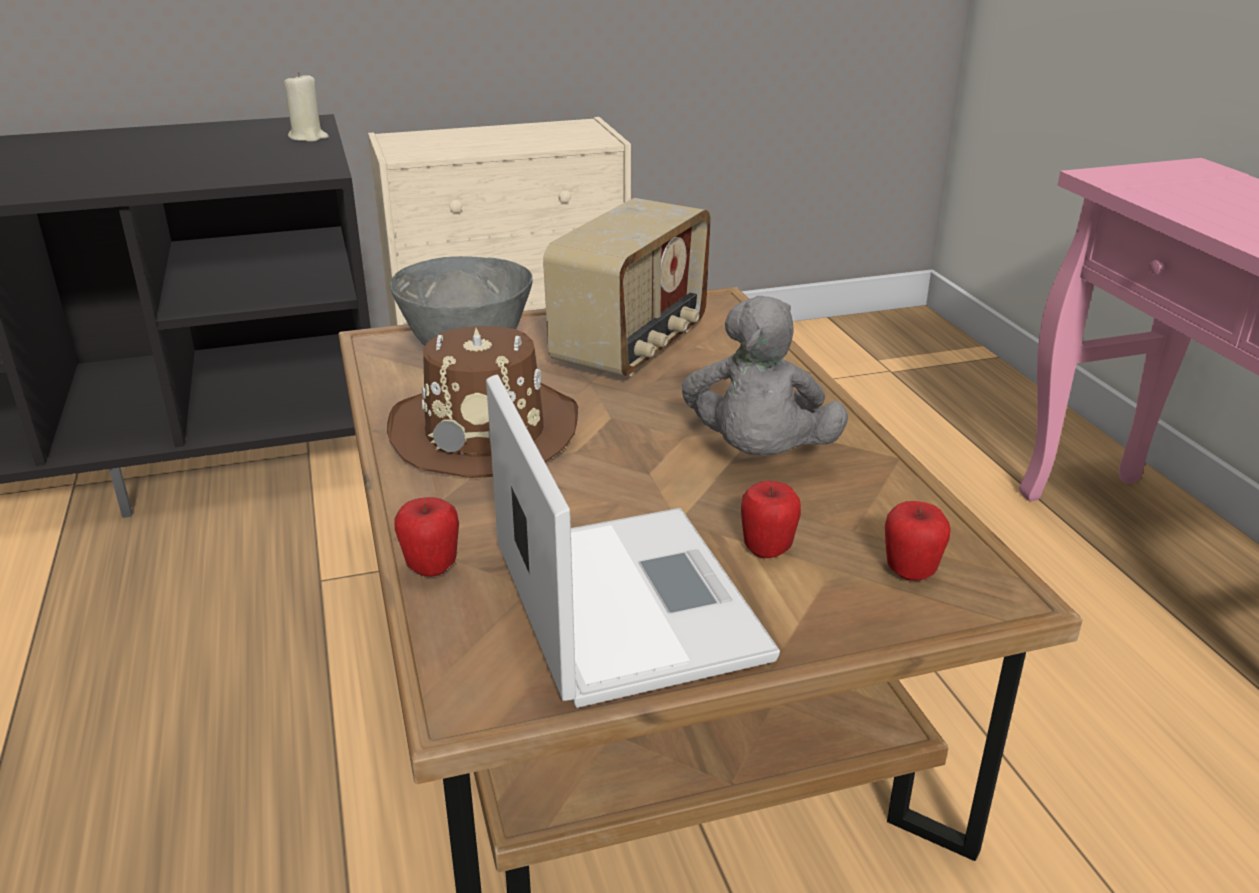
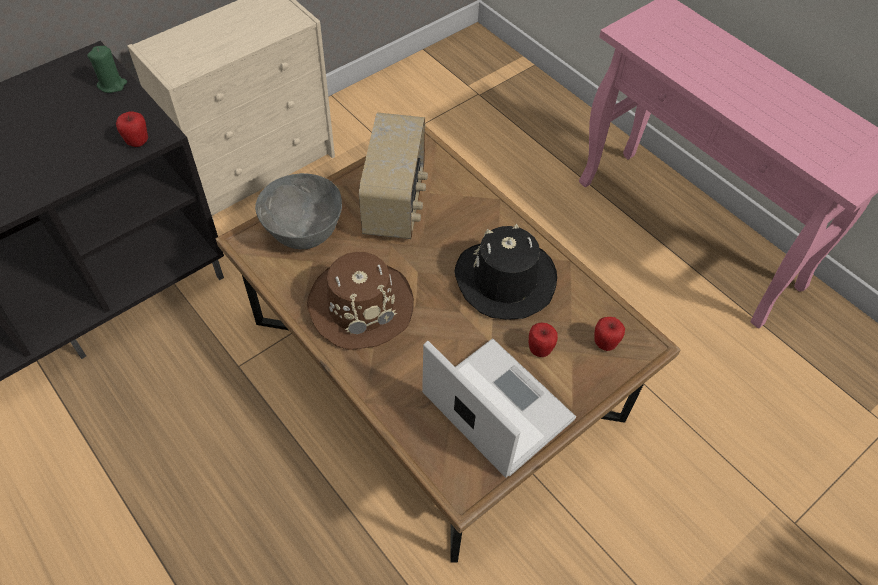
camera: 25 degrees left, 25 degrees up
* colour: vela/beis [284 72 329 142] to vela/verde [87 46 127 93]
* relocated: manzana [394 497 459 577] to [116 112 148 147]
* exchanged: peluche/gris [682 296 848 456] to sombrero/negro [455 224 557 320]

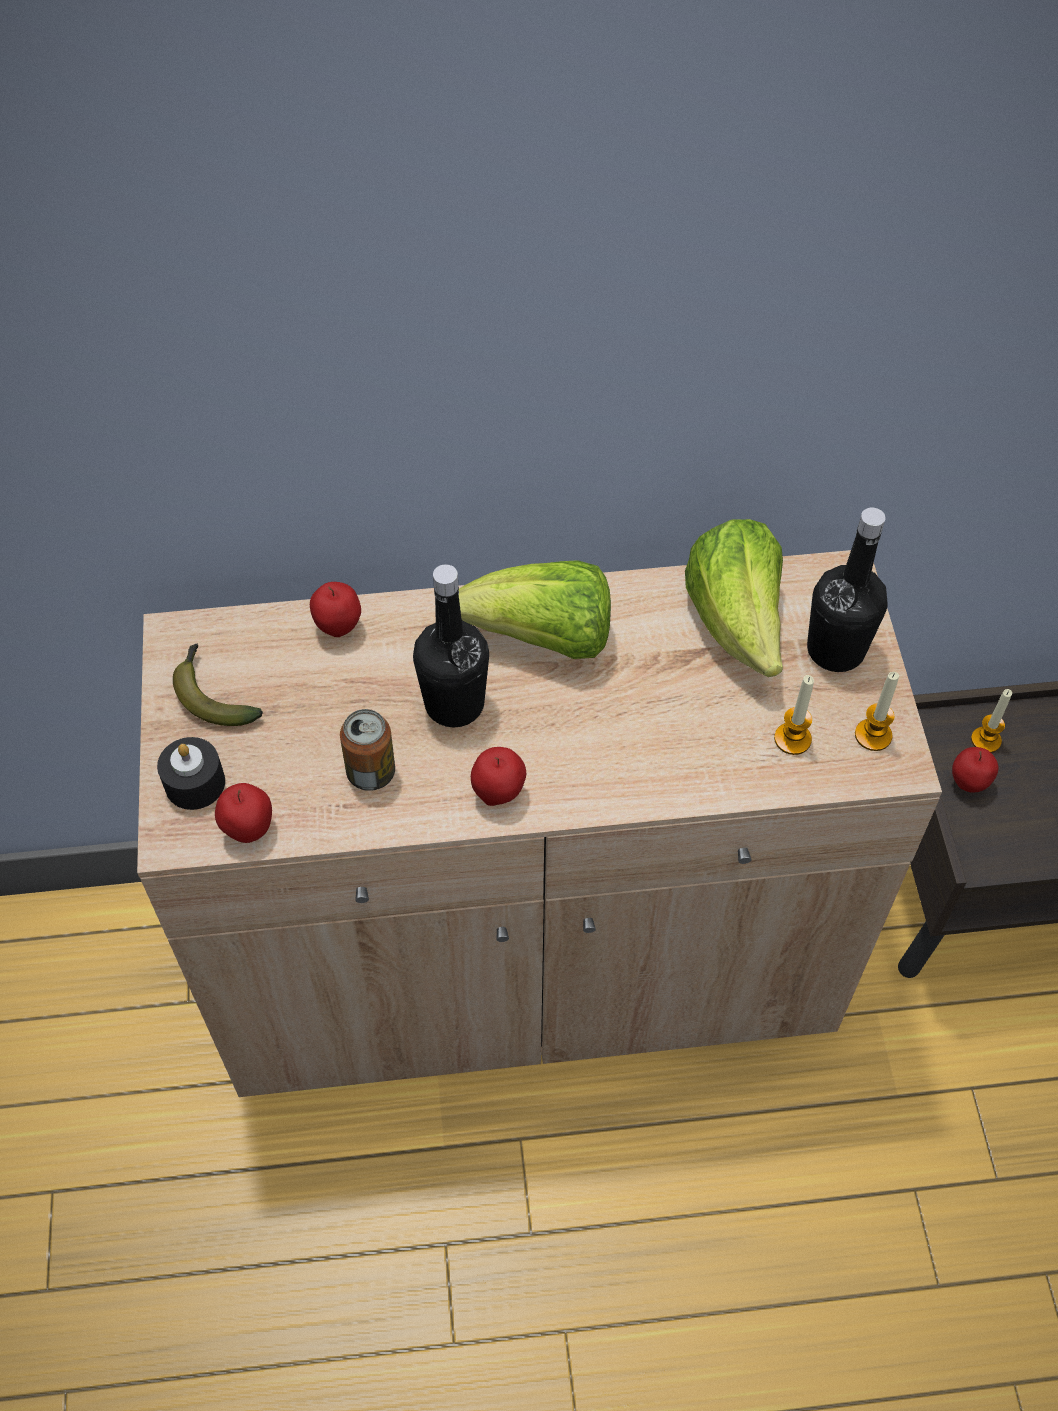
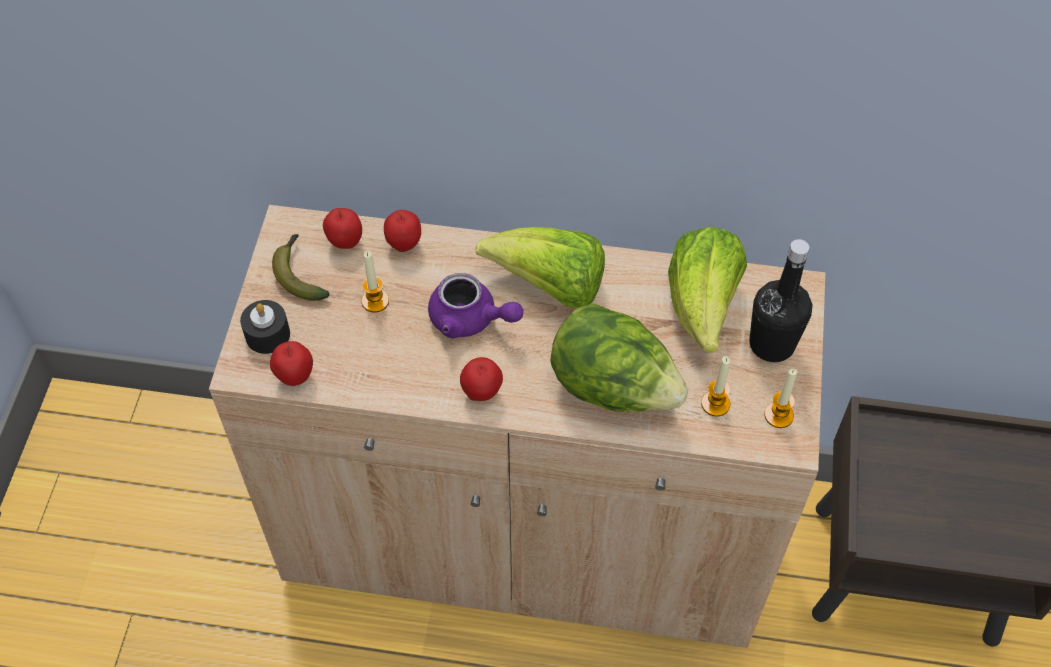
camera: 15 degrees right, 0 degrees up
* relocated: manzana [952 747 998 793] to [323 208 362 249]
* relocated: vela [971 689 1012 753] to [361 251 389 313]
* exchanged: botella/negro [413 564 489 727] to tetera/morado [428 273 523 339]
* appeared: lechuga [550 304 688 412]
* missing: lata [340 709 395 791]

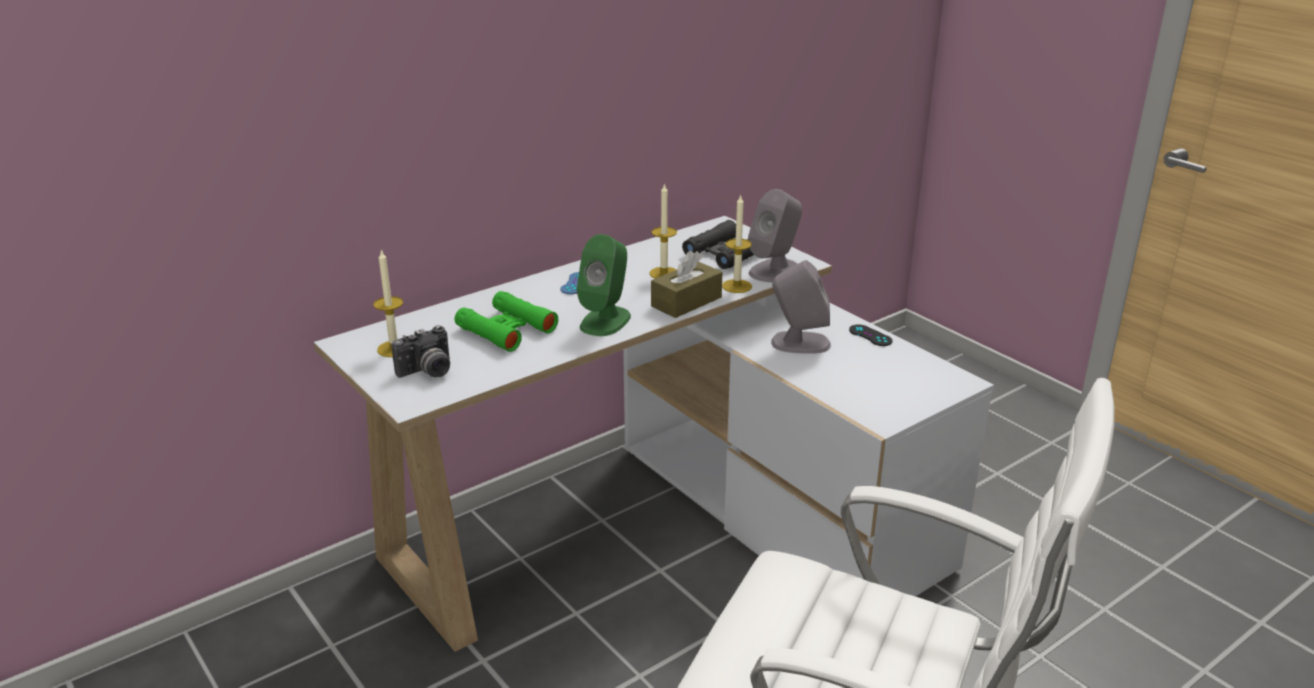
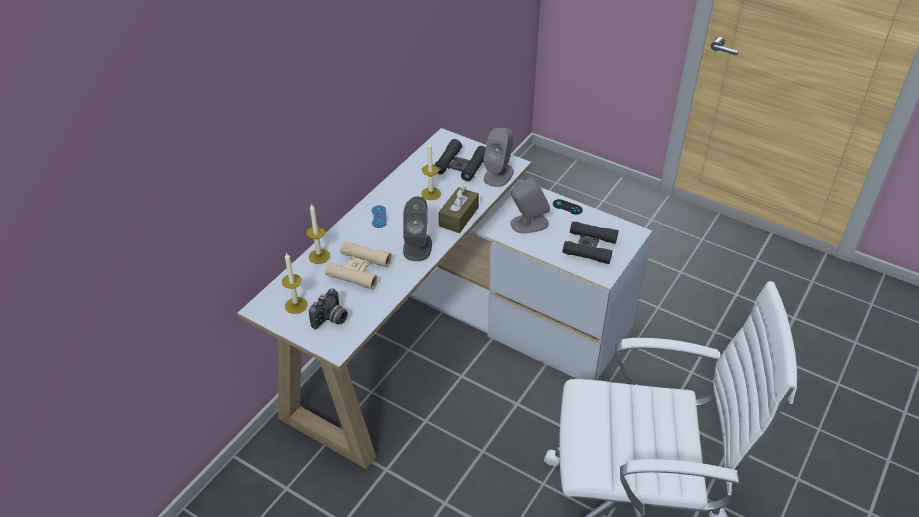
camera: 20 degrees left, 15 degrees up
* relocated: vela [722 194 752 293] to [306 203 330 264]
* colour: prismáticos/verde [455 291 558 352] to prismáticos/beis [325 241 392 290]
* colour: altavoz/verde [577 234 631 336] to altavoz/gris [403 196 432 261]
* appeared: prismáticos/negro [562 221 619 264]

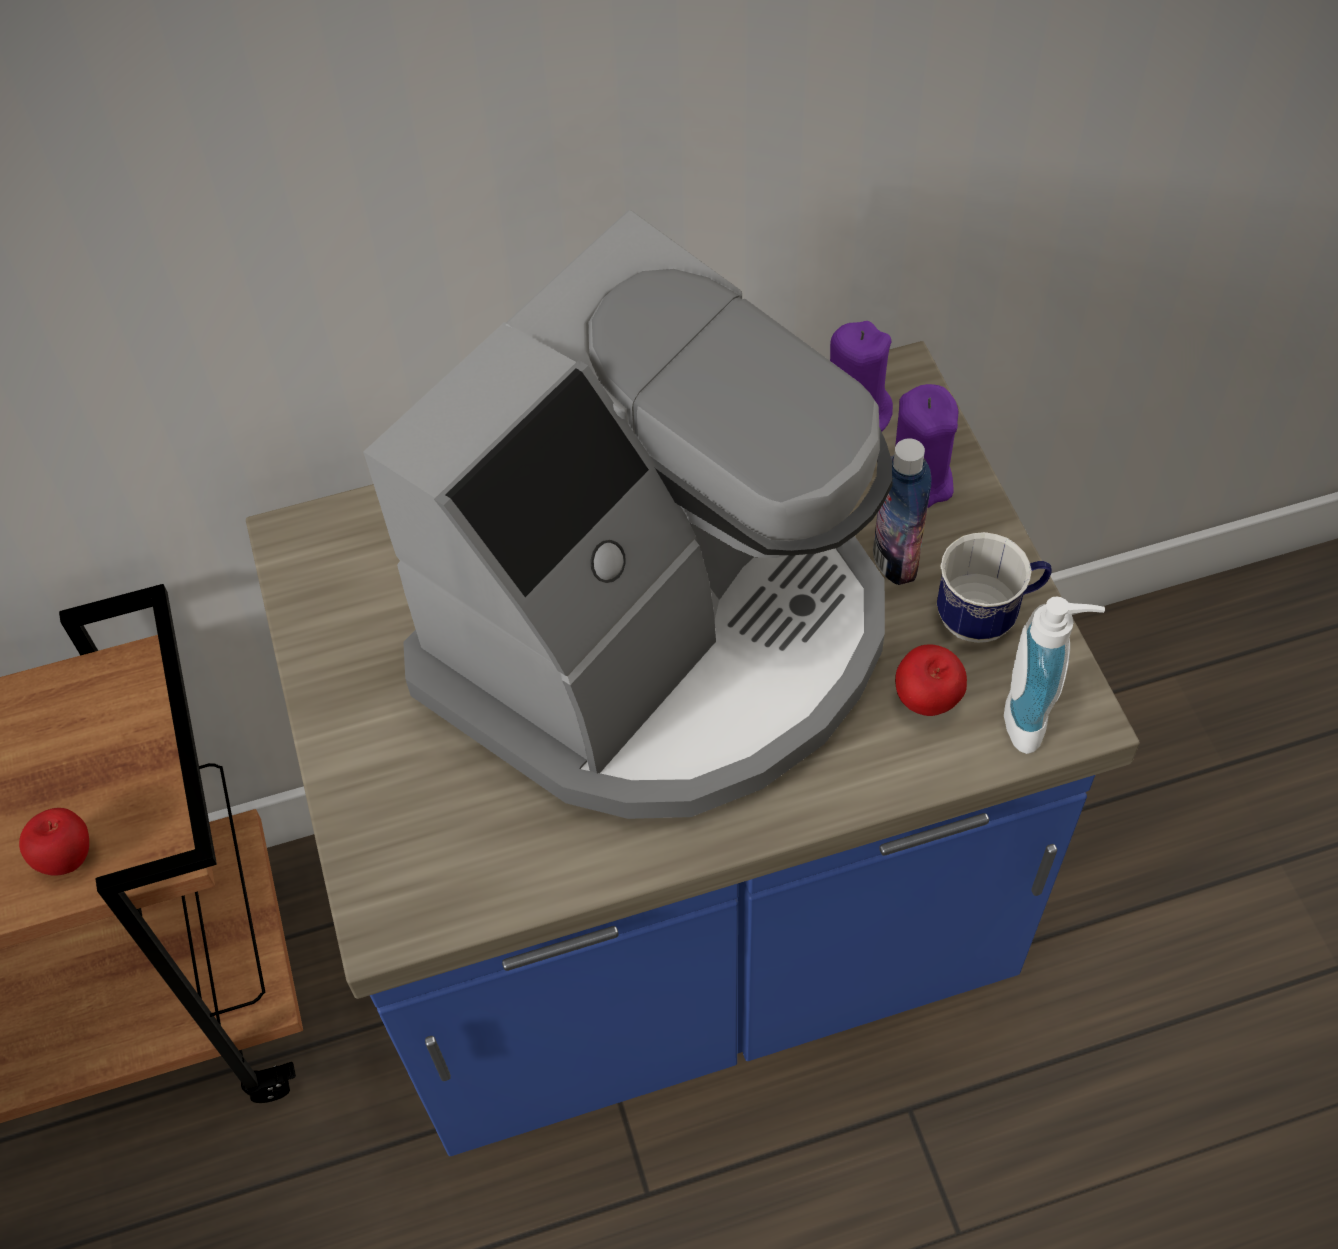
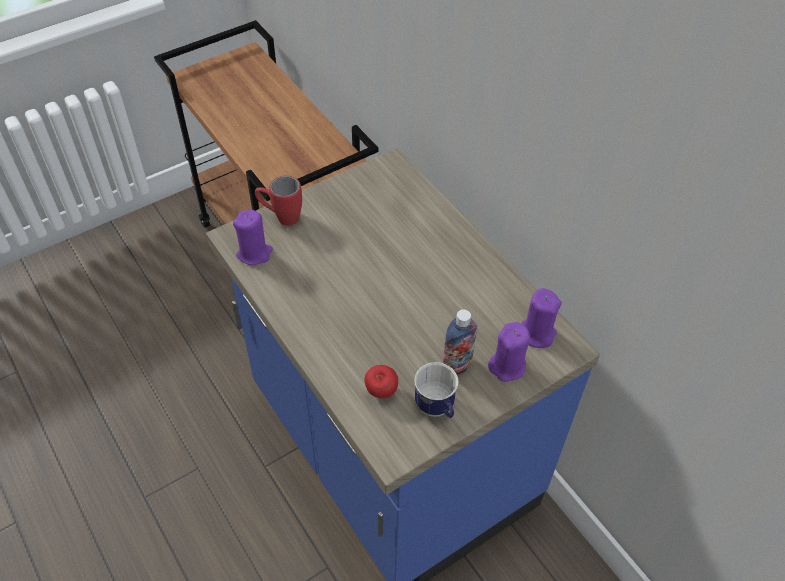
camera: 70 degrees right, 5 degrees down
* appeared: vela/morado [233 210 273 265]
* appeared: taza grande/rojo [255 176 302 225]
* missing: manzana [19 808 89 876]
* missing: cafetera [363 210 893 819]
* missing: dispensador de jabón [1004 596 1105 754]

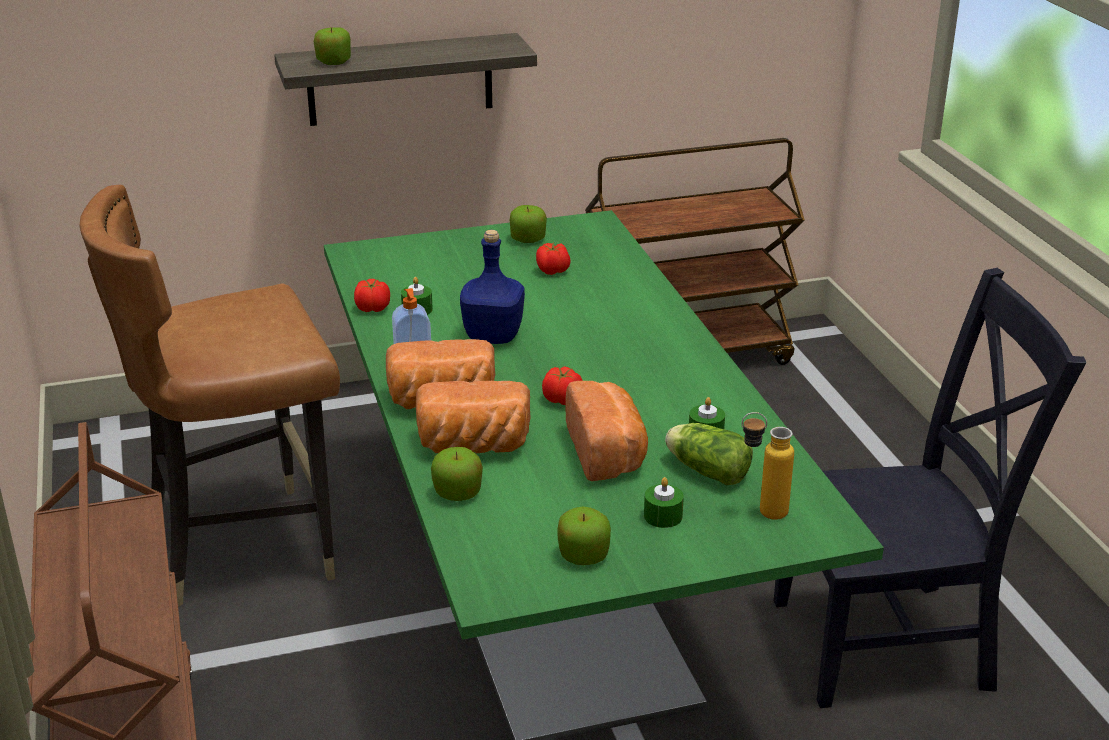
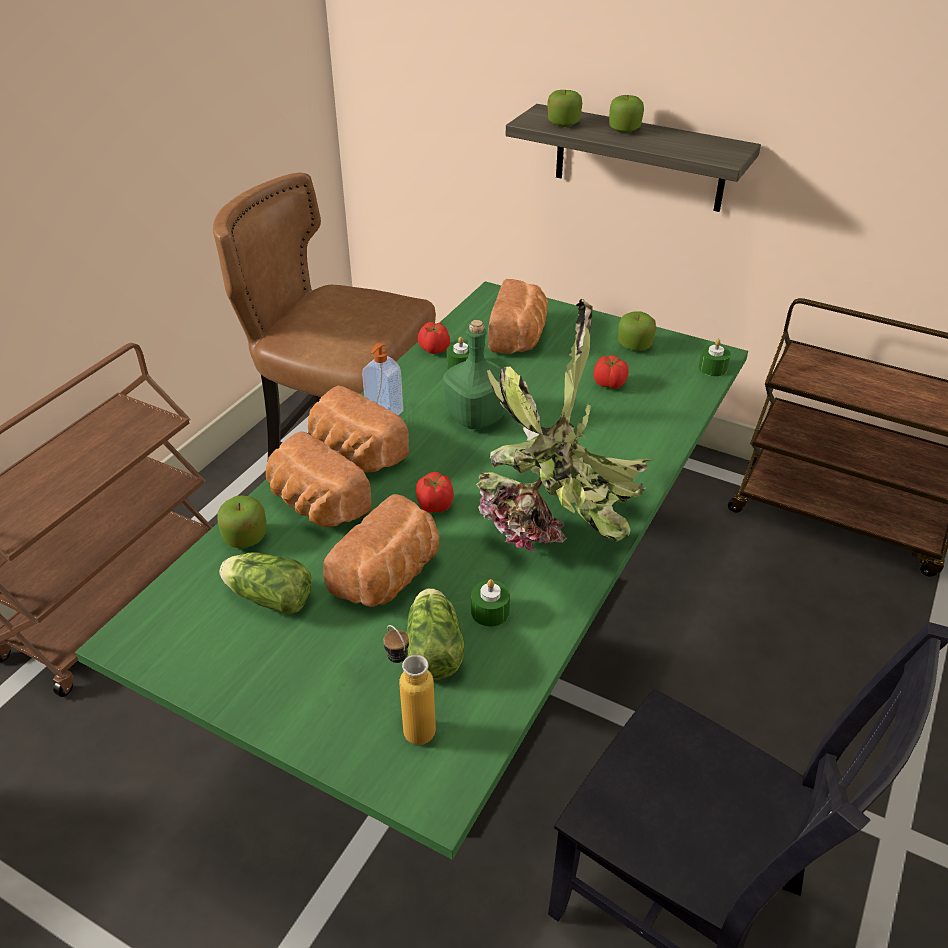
camera: 45 degrees right, 10 degrees up
* appeared: lechuga [219 552 312 614]
* colour: botella/azul [460 230 525 344] to botella/verde [443 320 505 429]
* appeared: planta en maceta [476 299 653 552]
* appeared: pan [488 279 548 354]
* relocated: manzana [557 507 611 565] to [609 95 644 133]
* relocated: vela/verde [644 477 684 528] to [699 339 731 376]

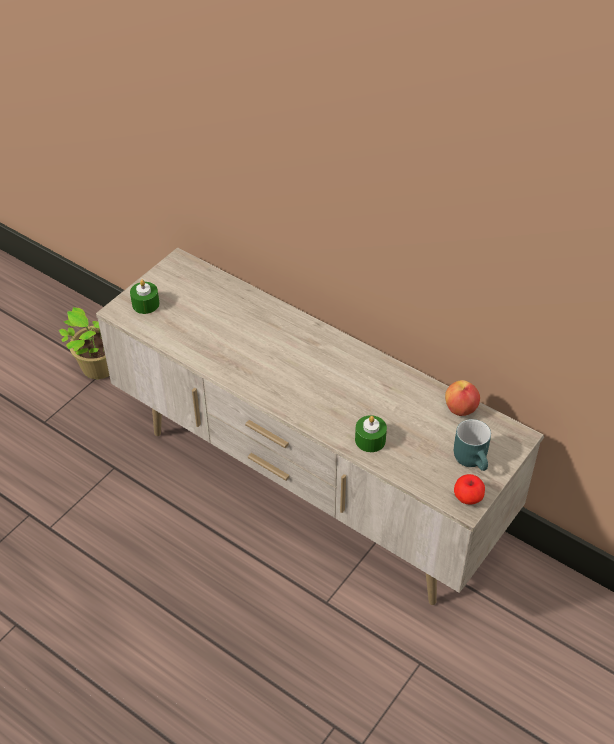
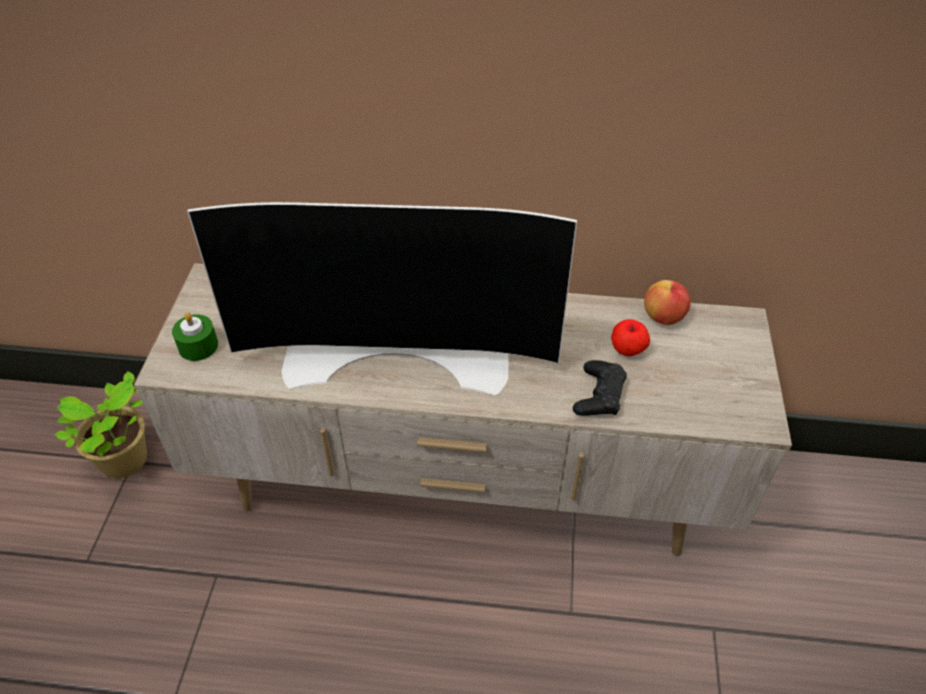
camera: 30 degrees left, 0 degrees up
* appeared: televisor [187 202 577 396]
* exchanged: vela/verde [355 415 387 452] to mando de consola/negro [573 360 627 416]
* relocated: manzana [454 474 485 505] to [611 319 650 356]
* missing: taza grande/turquesa [454 419 491 471]

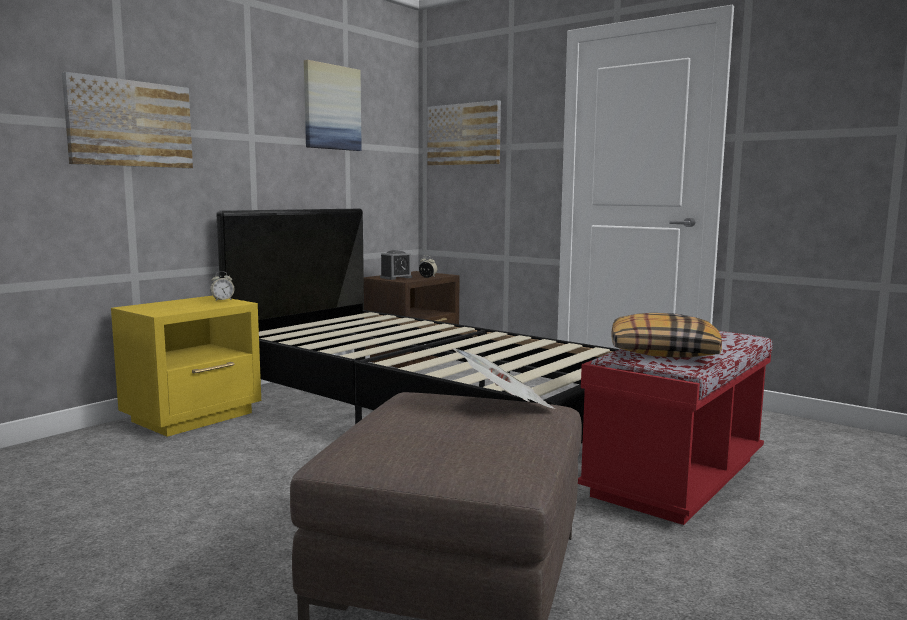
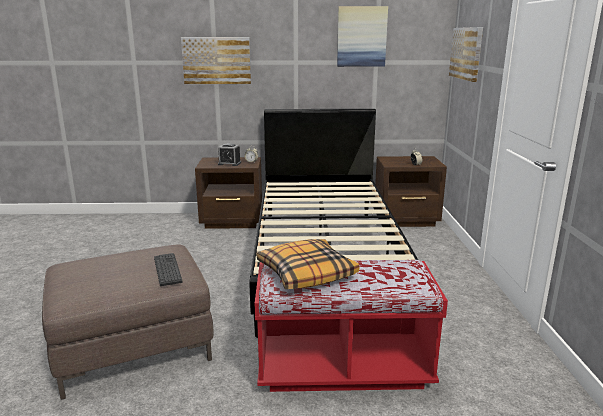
camera: 50 degrees right, 10 degrees up
* exchanged: periódico [452 348 556 409] to teclado [154 253 182 286]
* colour: mesita de noche/amarillo [111 296 261 437] to mesita de noche/marrón [195 157 262 229]
* relocated: despertador [380 250 412 280] to [218 143 241 166]

